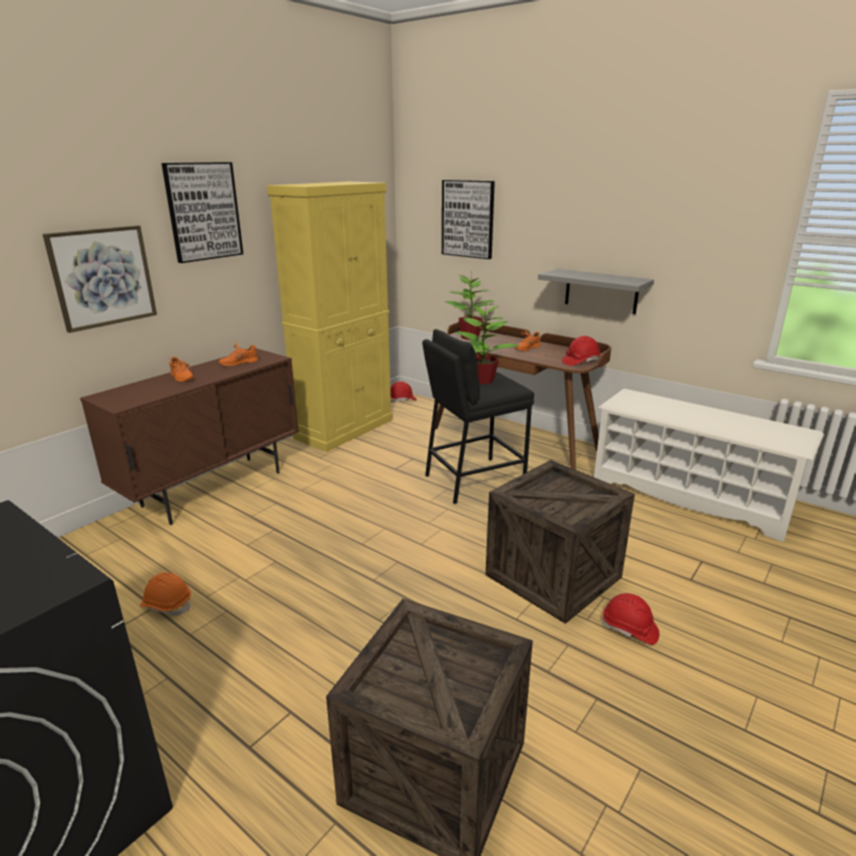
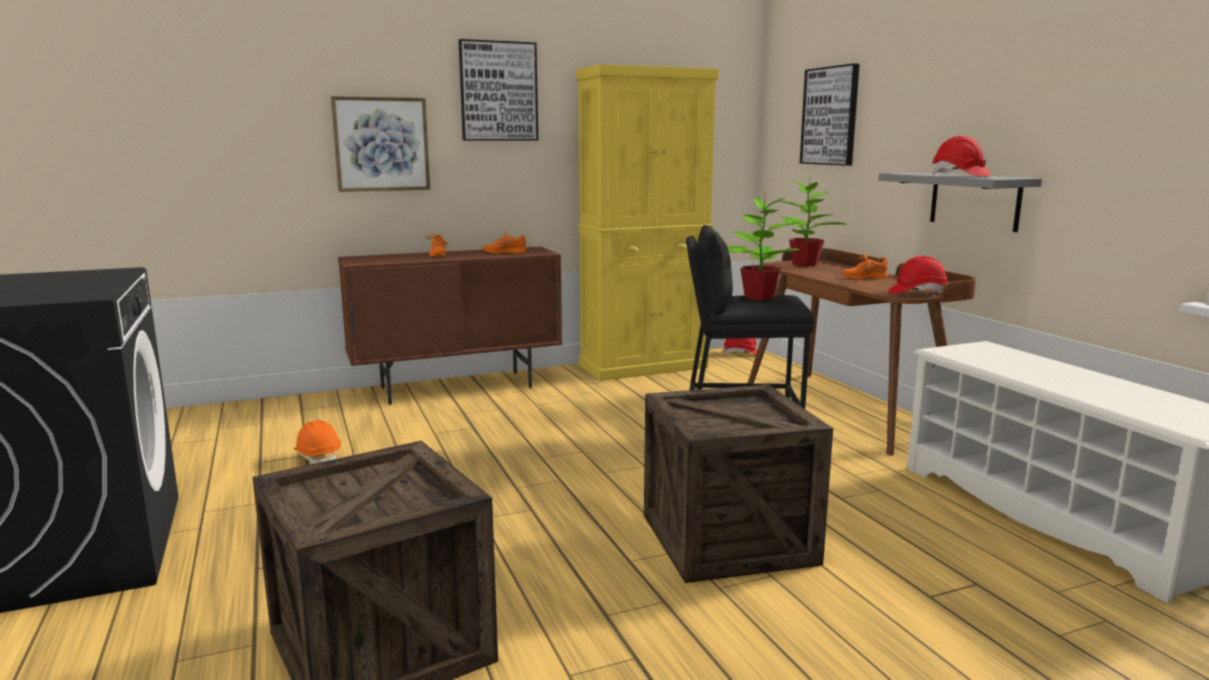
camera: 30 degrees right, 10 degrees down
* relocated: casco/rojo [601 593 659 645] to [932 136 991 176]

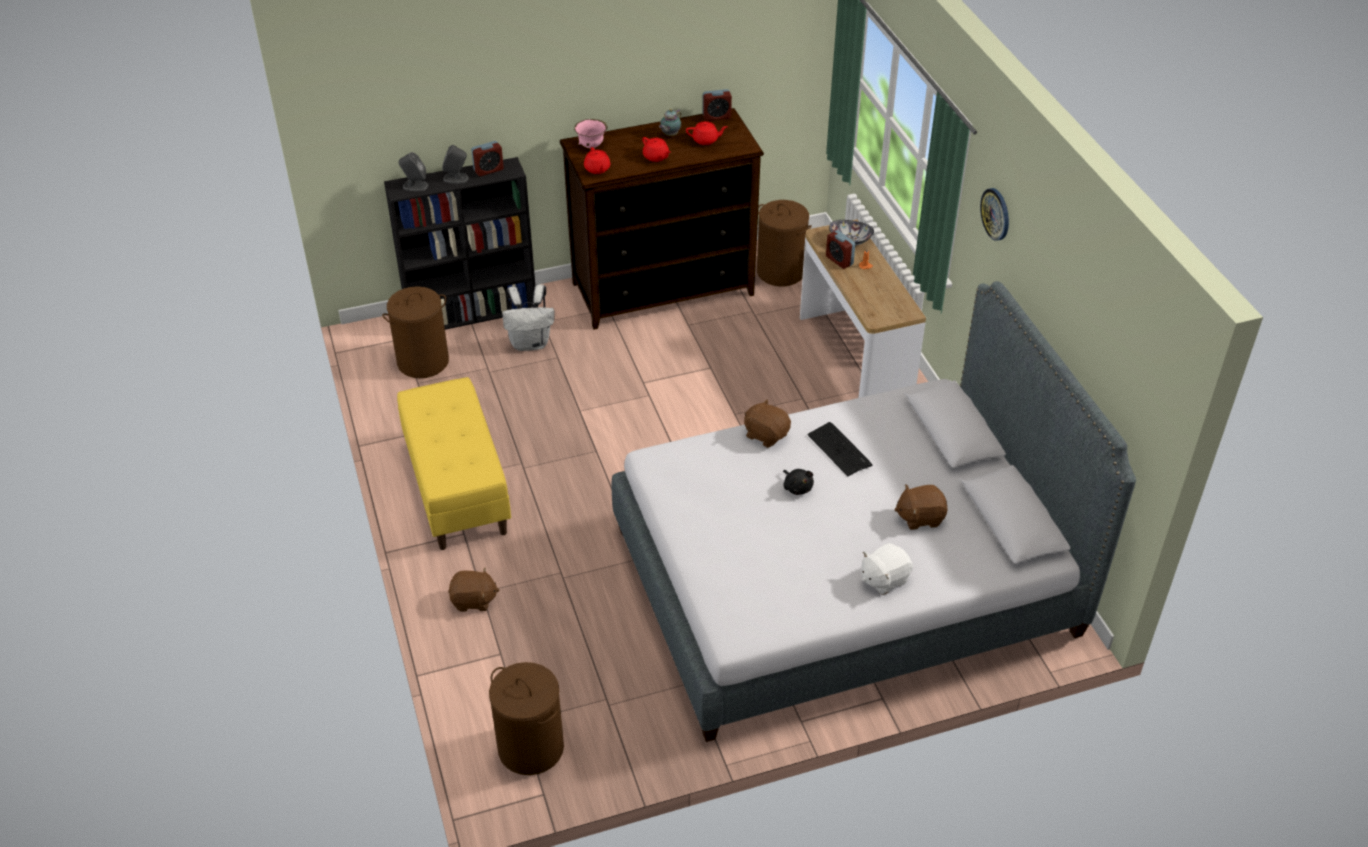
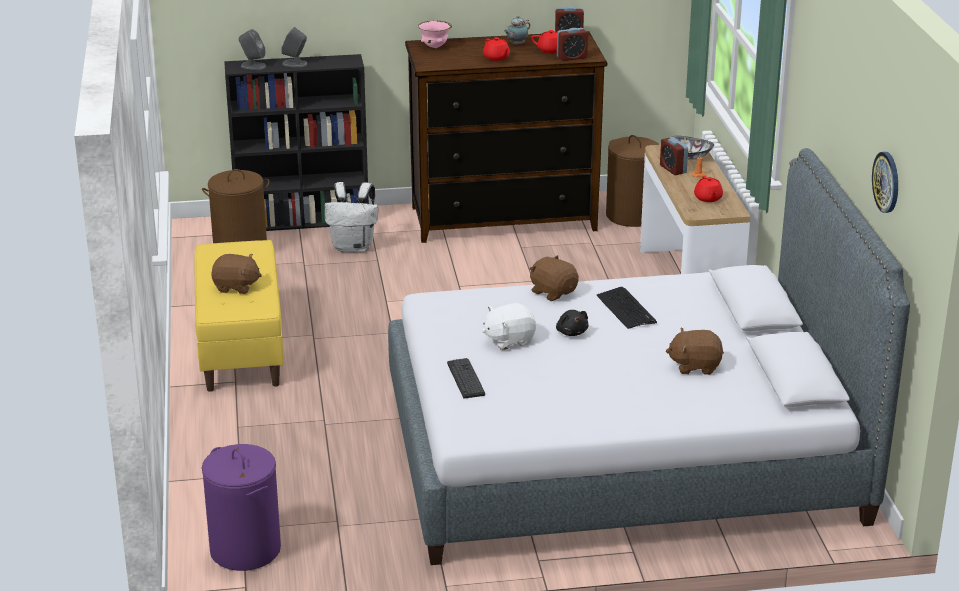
camera: 10 degrees right, 15 degrees down
* colour: cesto de la ropa/marrón [489 662 564 775] to cesto de la ropa/morado [202 444 281 571]
* relocated: peluche/marrón [448 567 499 612] to [211 254 262 294]
* appeared: teclado [447 358 485 399]
* relocated: peluche/blanco [861 543 913 595] to [482 303 536 350]
* relocated: despertador [471 141 504 176] to [557 28 588 61]
* relocated: tetera/rojo [584 147 610 174] to [694 176 723 202]
* relocated: reloj de pared [980 188 1009 241] to [872 152 898 213]

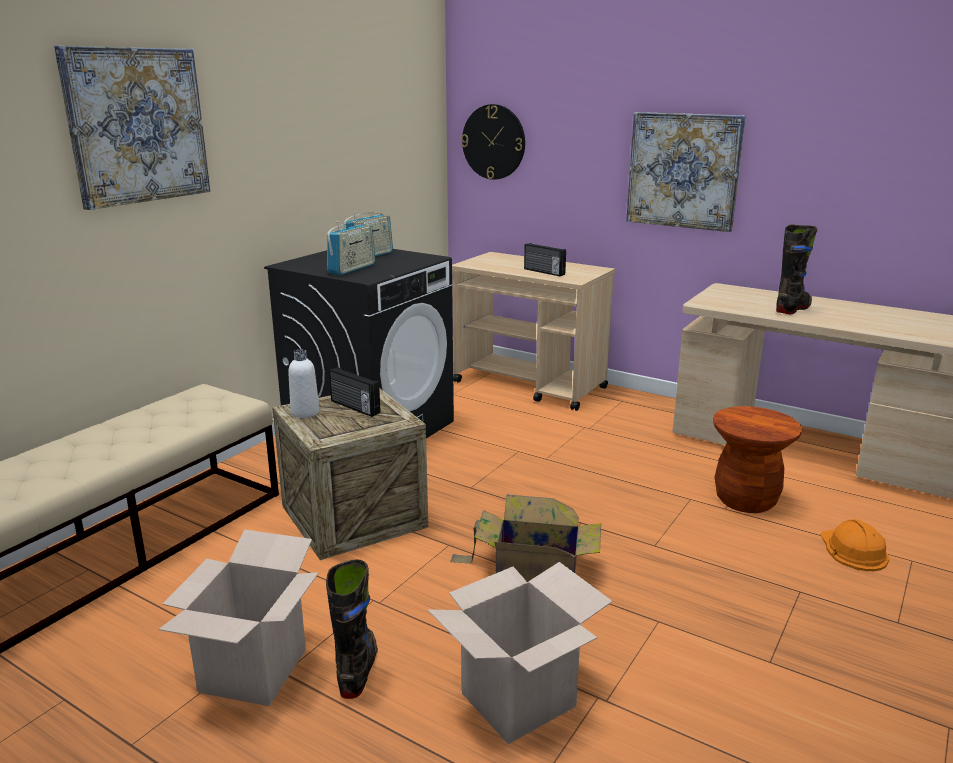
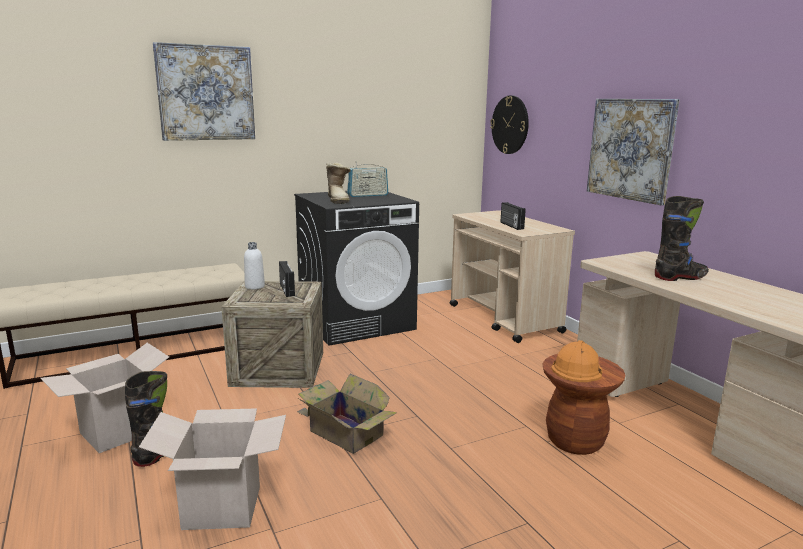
camera: 30 degrees right, 5 degrees down
* exchanged: radio [327 221 375 275] to bota [326 162 350 204]
* relocated: casco/naranja [820 519 889 571] to [551 340 602 382]

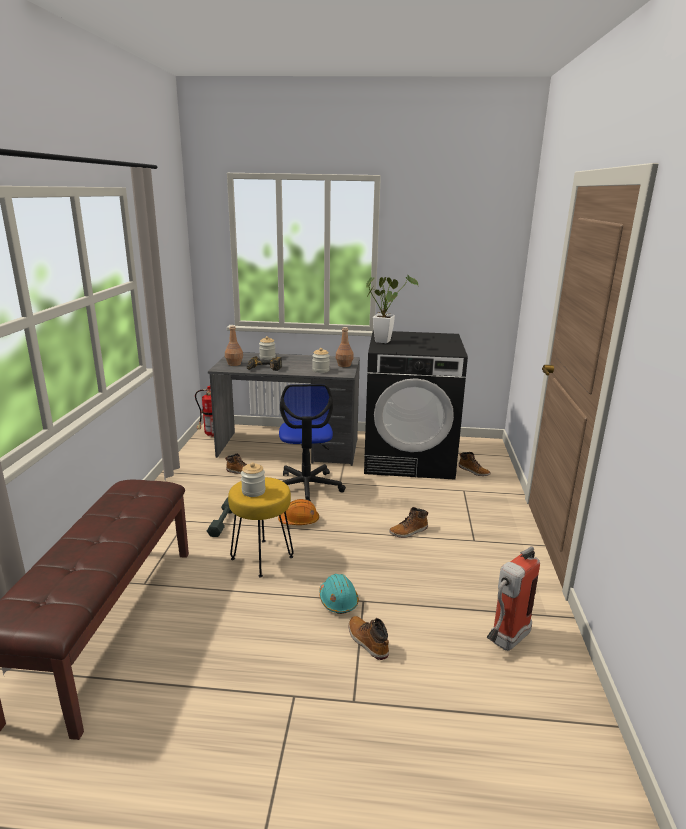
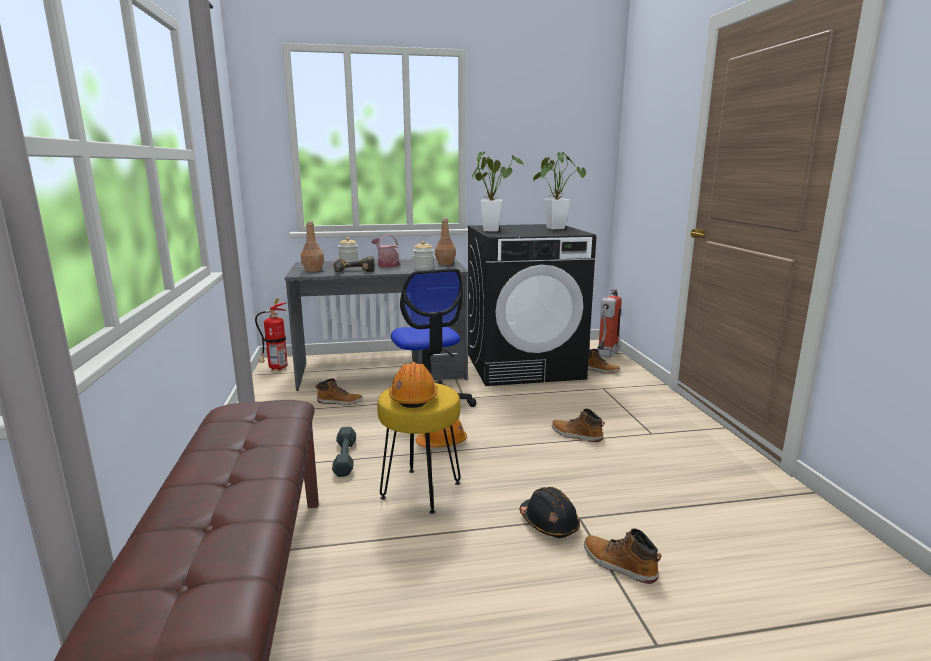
camera: 15 degrees left, 5 degrees down
* appeared: regadera [372 235 399 267]
* exchanged: tarro [241 463 266 497] to casco/naranja [389 362 438 408]
* colour: casco/turquesa [319 574 359 614] to casco/negro [519 487 580 538]
* appeared: planta en maceta [533 152 586 229]
* spun: bota [389 507 428 538] = [552 409 605 442] 75 degrees clockwise
* relocated: extintor [486 546 540 651] to [597 289 622 358]

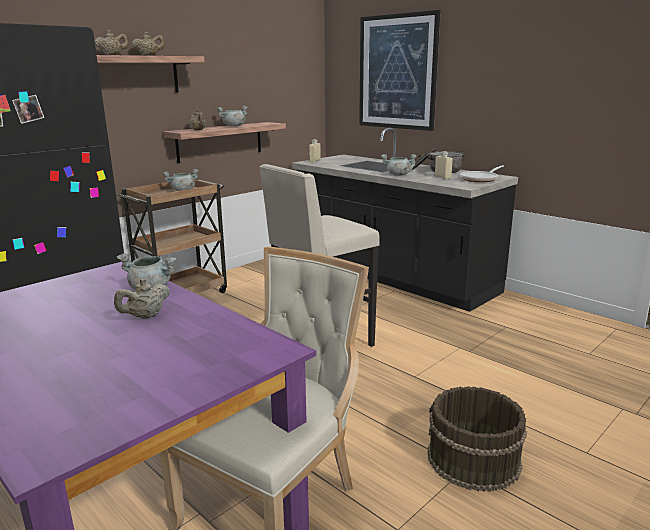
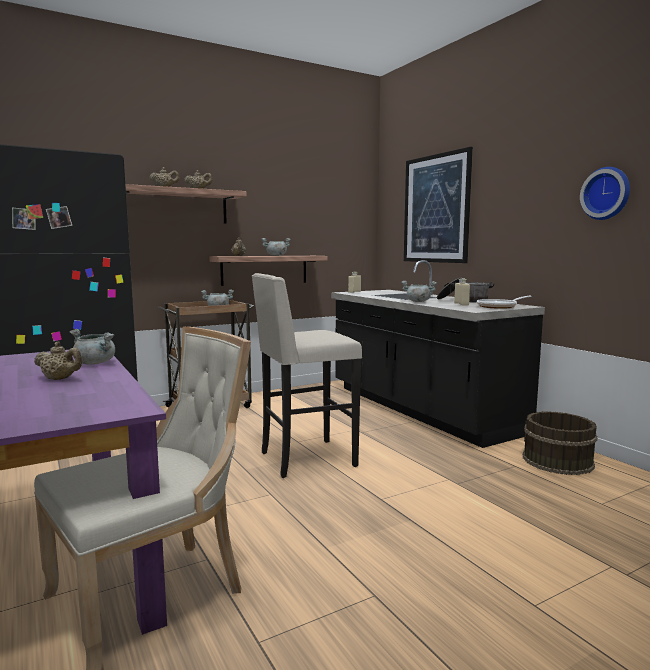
camera: 15 degrees right, 10 degrees down
* spun: tetera/beis [114 279 170 319] = [34 342 82 380] 135 degrees counterclockwise
* relocated: cubo/marrón [427 386 527 492] to [523 411 597 475]
* appeared: reloj de pared [580 167 630 220]

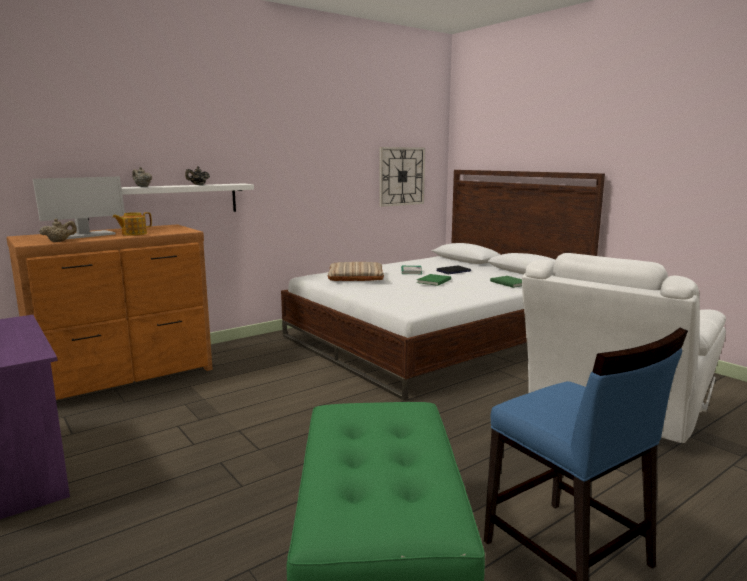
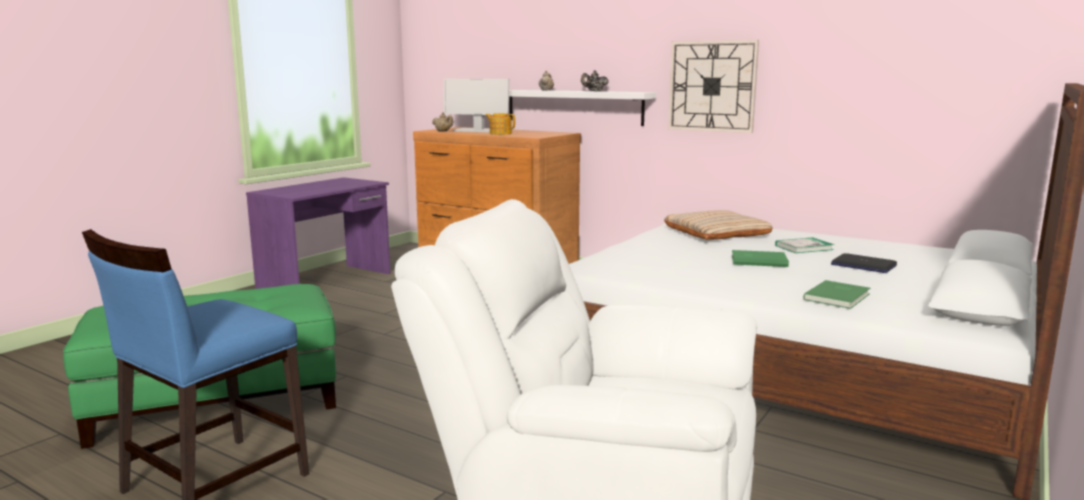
camera: 70 degrees right, 0 degrees up
* relocated: reloj de pared [379 147 425 207] to [668 40 759 133]

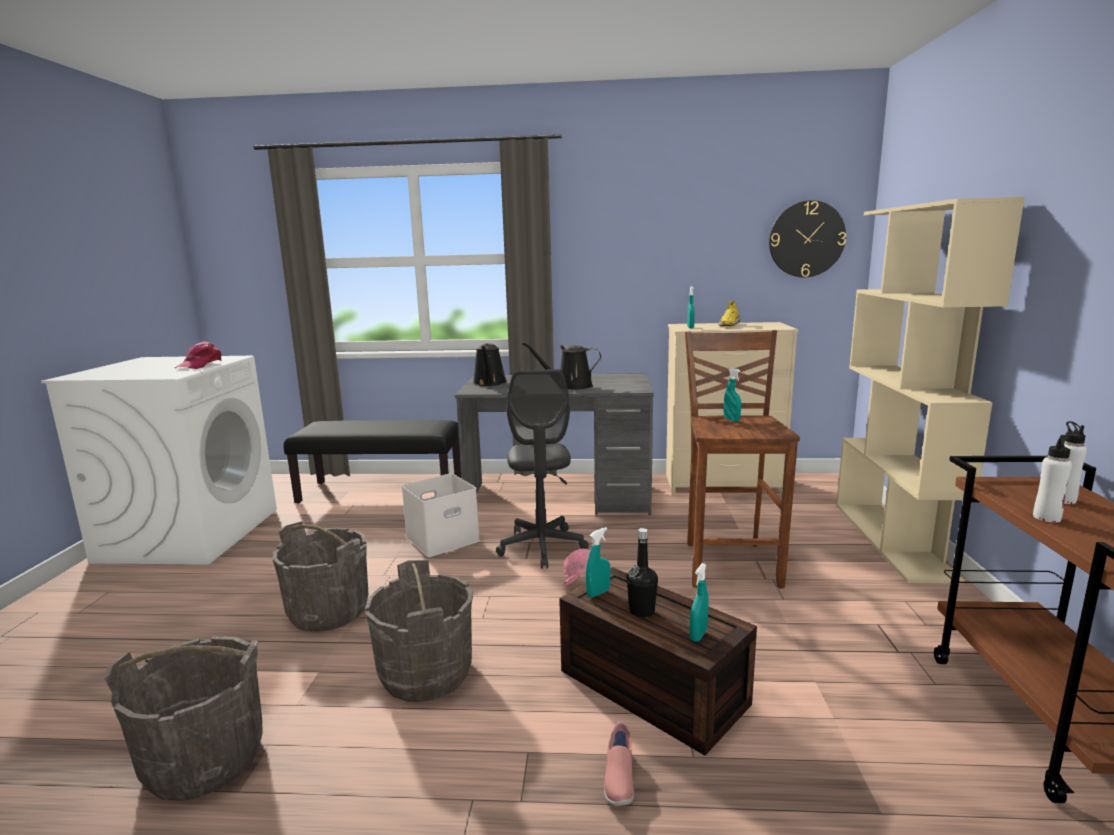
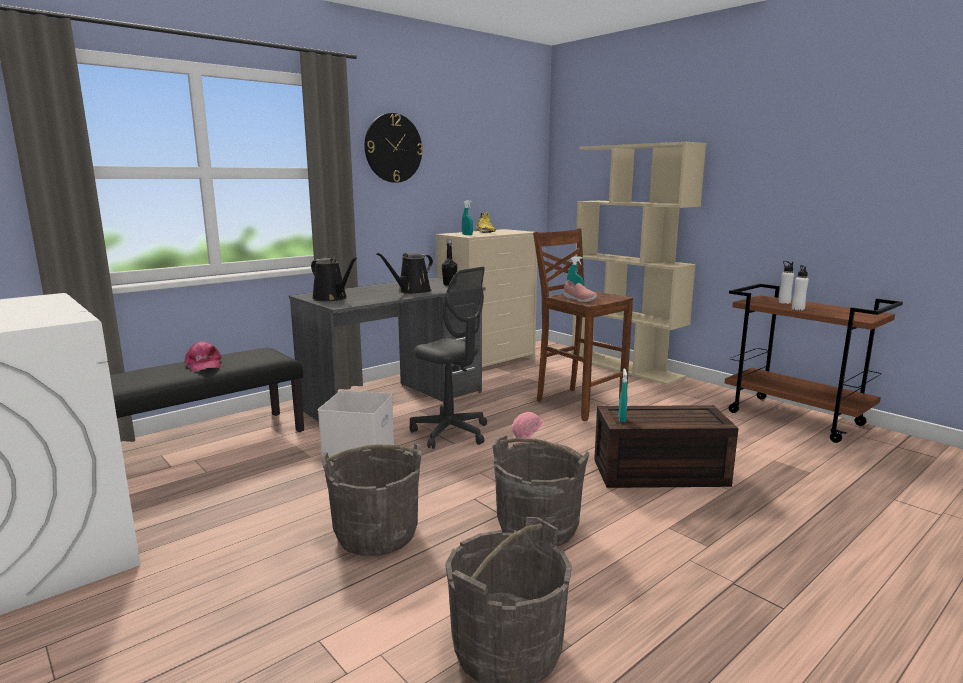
camera: 45 degrees left, 0 degrees up
* relocated: gorra/rosa [175 341 222 369] to [184 341 222 371]
* relocated: reloj de pared [769 200 846 277] to [365 113 423 183]
* relocated: botella/negro [627 528 658 618] to [442 239 457 286]
* relocated: zapato/rosa [604 722 634 806] to [564 280 597 302]
* missing: pulverizador/turquesa [690 563 709 642]

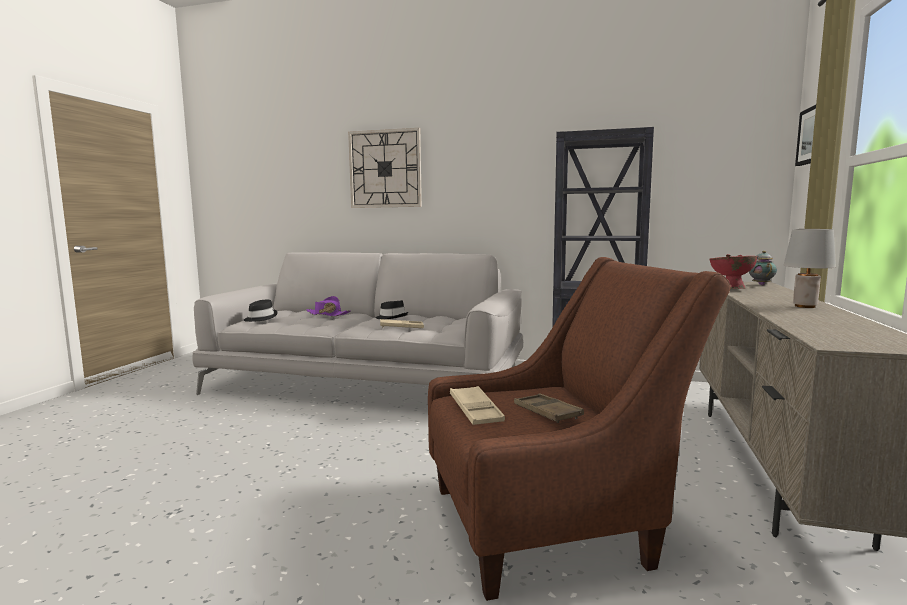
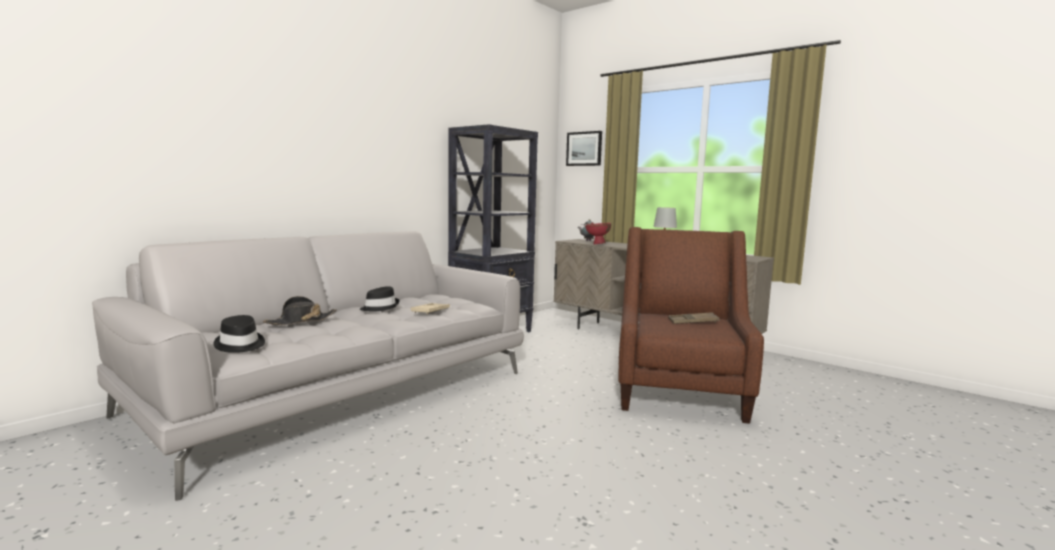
camera: 65 degrees left, 0 degrees up
* colour: sombrero/morado [306 296 351 316] to sombrero/negro [263 296 337 325]
* missing: reloj de pared [348 128 422 208]
* missing: bandeja/beis [450 386 505 425]

